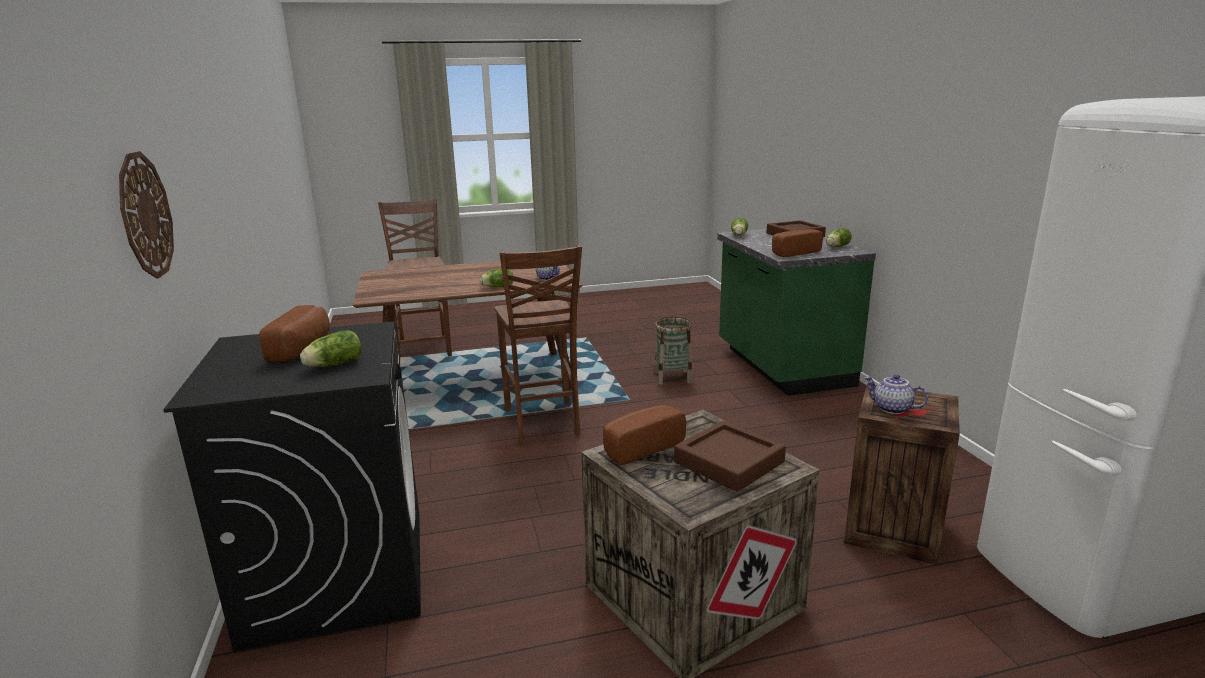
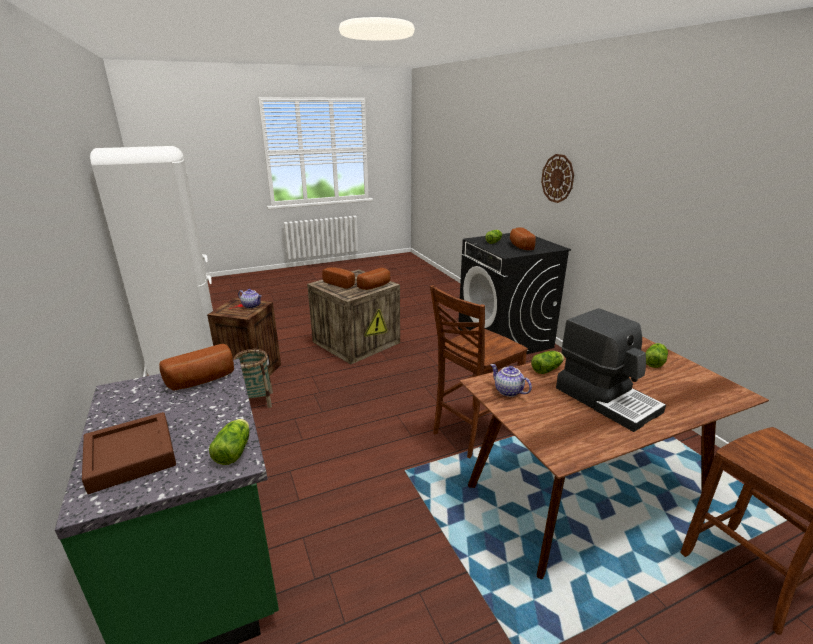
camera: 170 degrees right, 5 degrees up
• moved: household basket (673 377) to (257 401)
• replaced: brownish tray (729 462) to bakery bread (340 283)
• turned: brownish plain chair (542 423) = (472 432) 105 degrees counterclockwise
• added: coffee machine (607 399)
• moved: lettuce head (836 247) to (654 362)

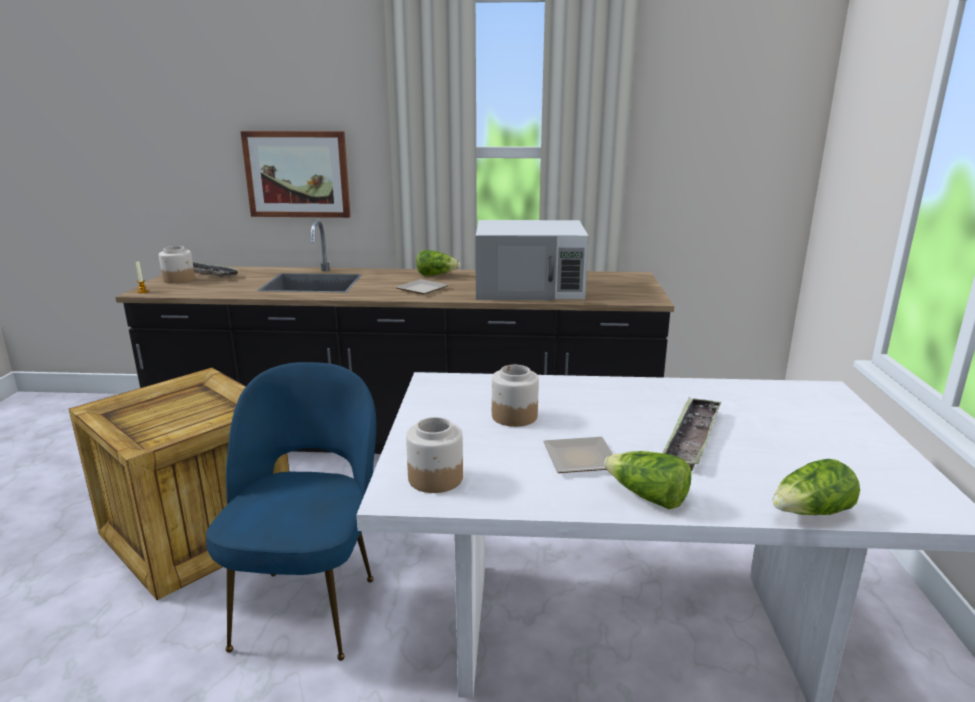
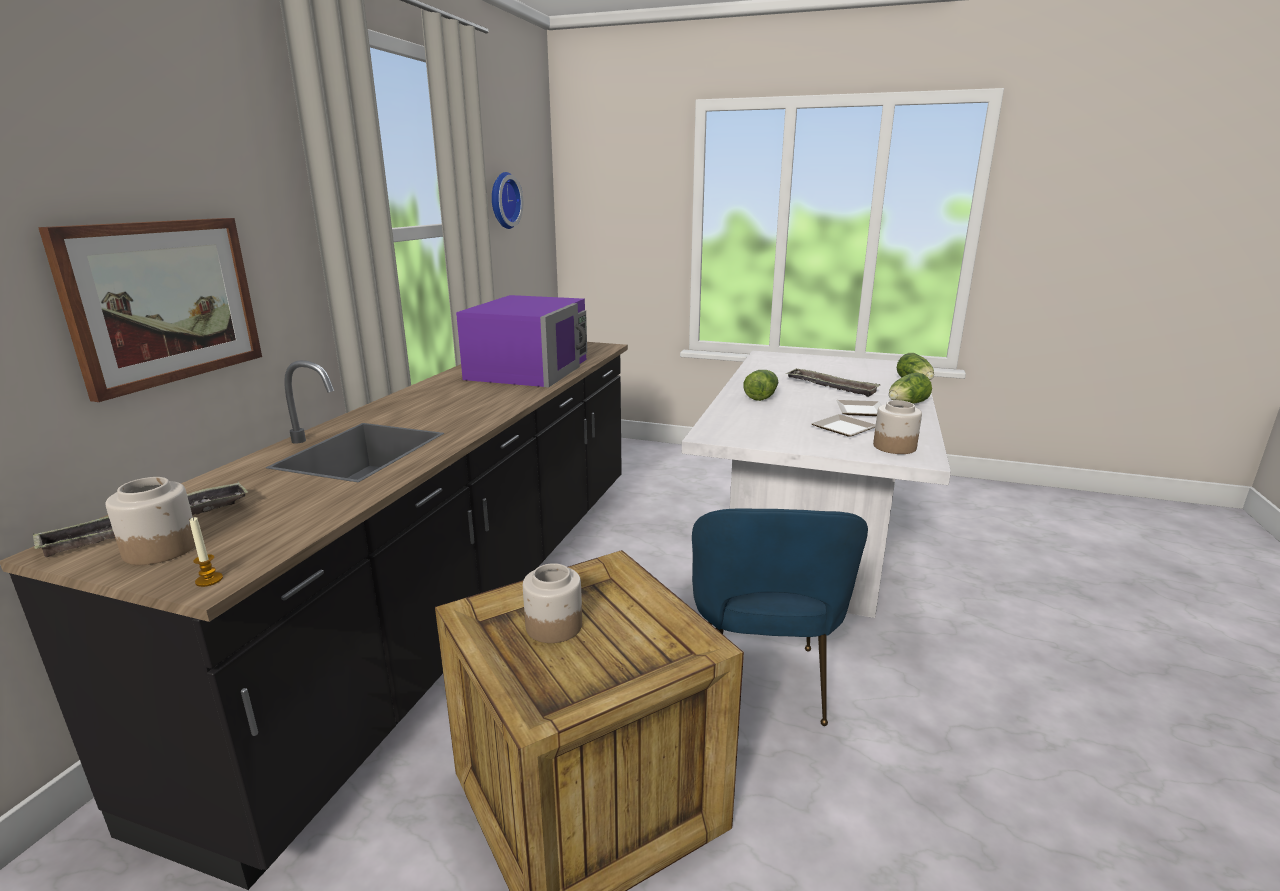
camera: 75 degrees left, 0 degrees up
• recoloured: white-coloured kitchen microwave (529 288) to purple-coloured kitchen microwave (529 369)
• added: wall clock (502 200)
• moved: preserve jar (514 416) to (553 626)
• turned: blue-coloured plain chair (310 604) = (760 691) 105 degrees counterclockwise
• moved: lettuce head (436 275) to (761 396)
• moved: plate (420 289) to (844 429)

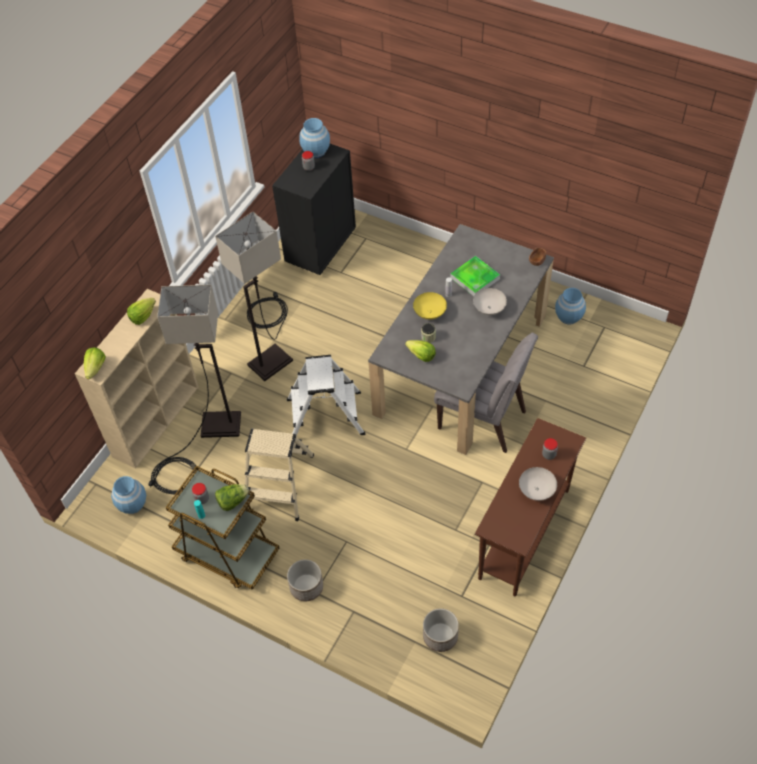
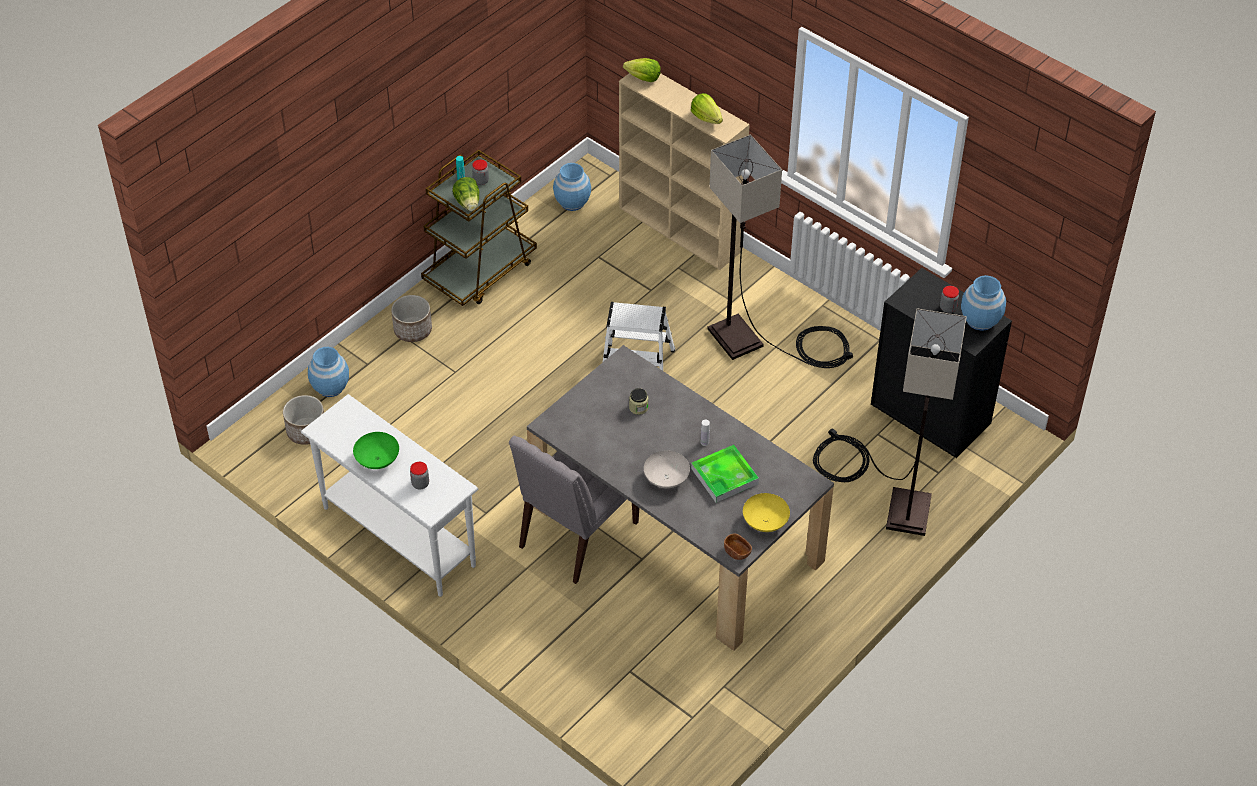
camera: 100 degrees right, 5 degrees down
• recoloured: brownish hall table (525 535) to white-coloured hall table (397 537)
• moved: blue-coloured flower vase (568 316) to (330 387)
• recoloured: white-coloured deep dish (536 490) to greenish deep dish (378 459)
• moved: yellow-coloured deep dish (429 312) to (766 522)
• moved: standard lamp (195 452) to (872 483)
• removed: sand-coloured step stool (279 483)
• removed: lettuce head (421 356)

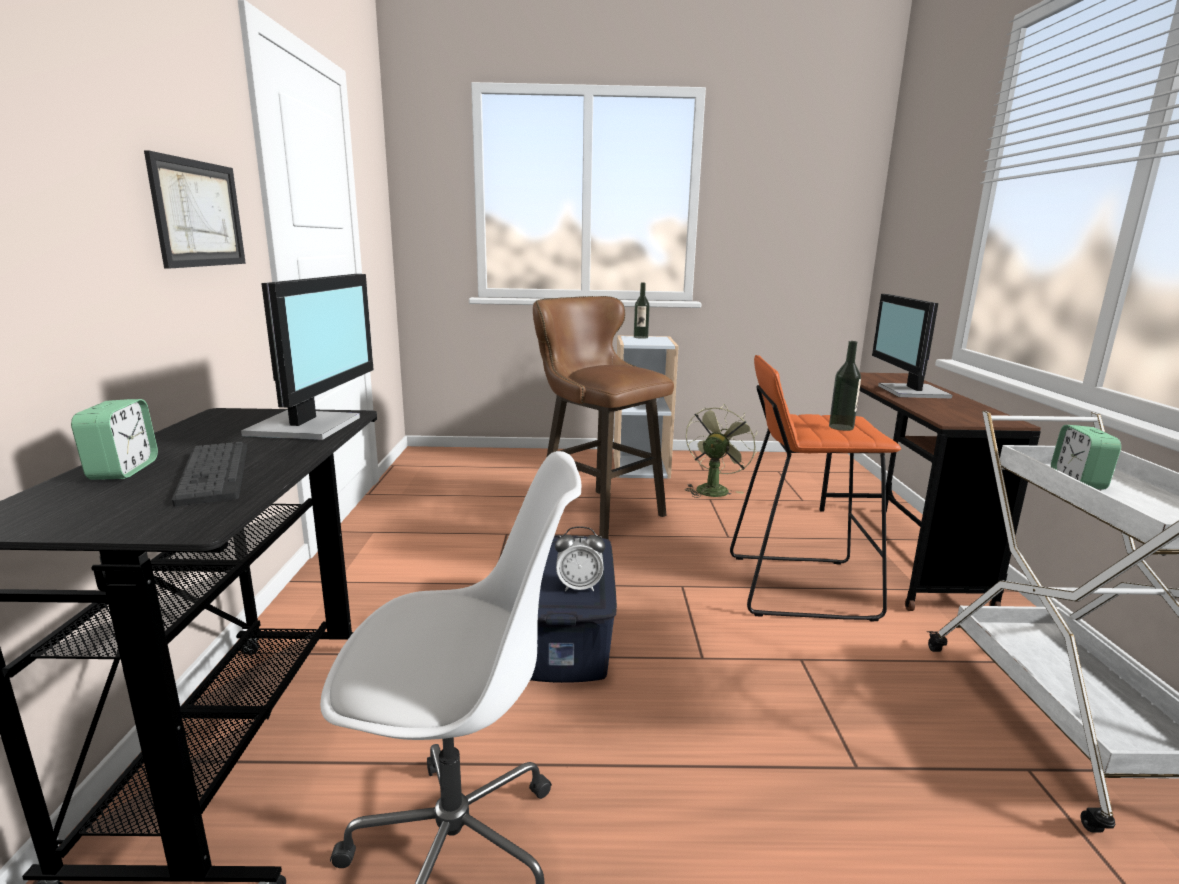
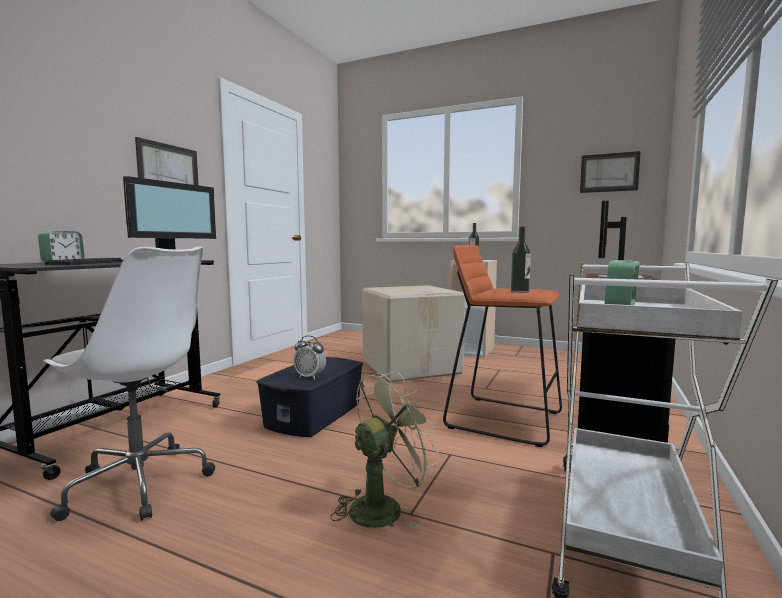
camera: 25 degrees right, 10 degrees down
• moved: greenish electric fan (713 489) to (384 506)
• replaced: brownish sitting stool (597 512) to cardboard box (411 367)
• added: wall picture (609 172)

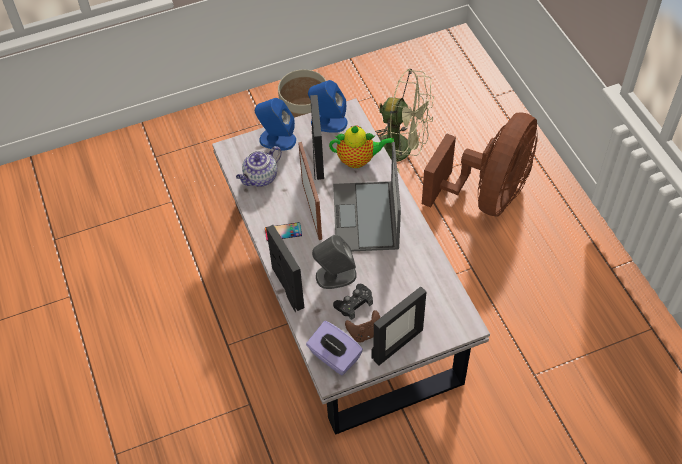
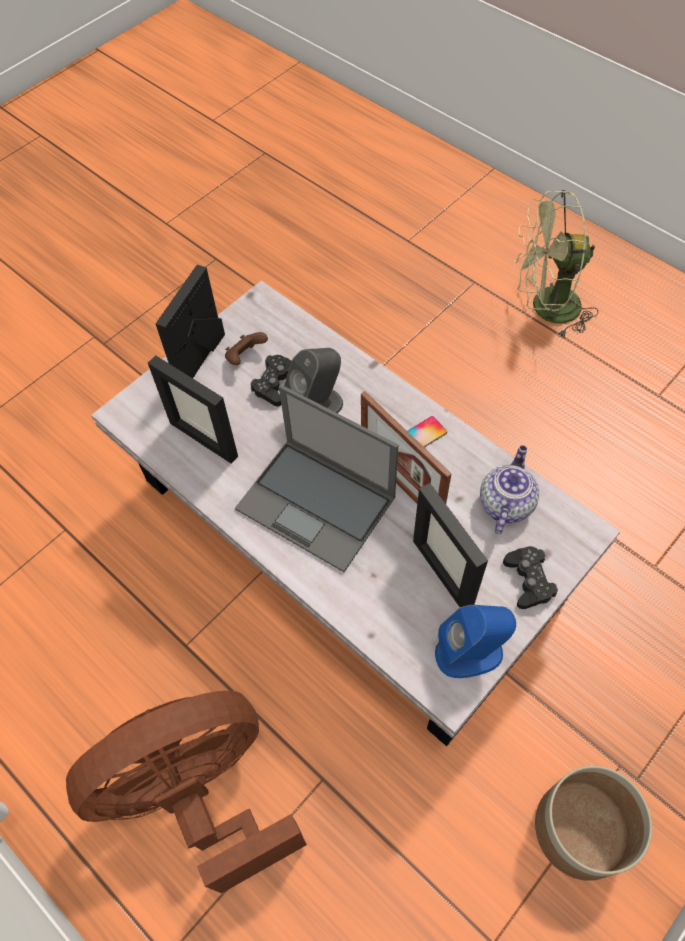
camera: 155 degrees right, 5 degrees up
• turned: brownish electric fan (487 195) = (200 793) 60 degrees clockwise
• moved: picture frame (286 288) to (205 438)
• turned: notebook computer (366 217) = (317 504) 150 degrees clockwise
• replaced: blue-coloured audio speaker (277 139) to black-coloured gamepad (528 580)
• moved: greenish electric fan (402 149) to (545 309)
• removed: purple-coloured tissue box (334 357)
• removed: pot for tea (358 160)

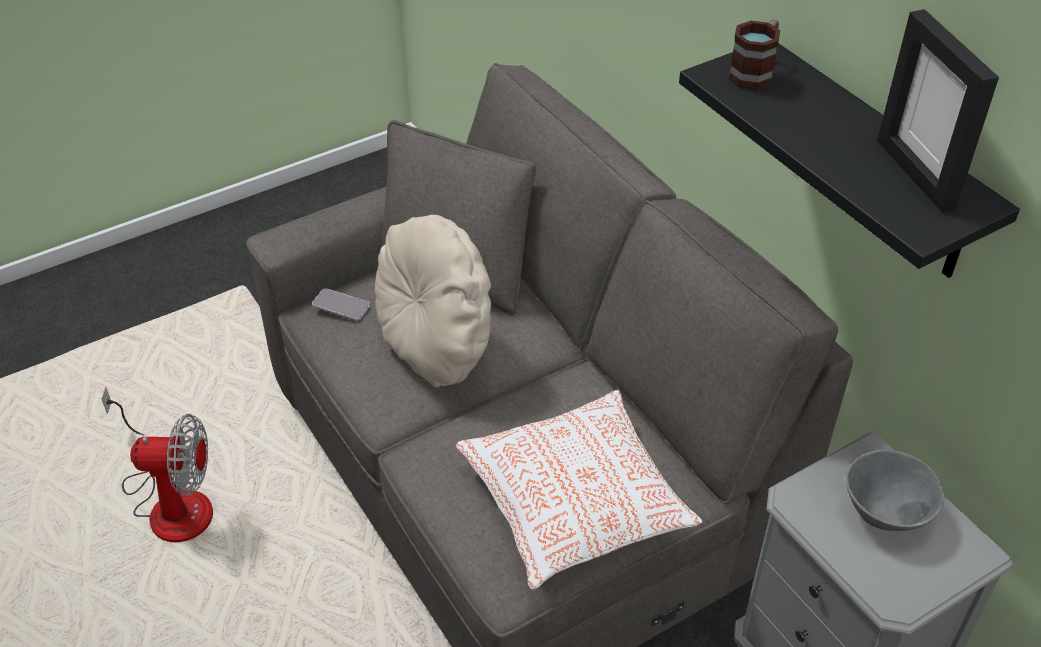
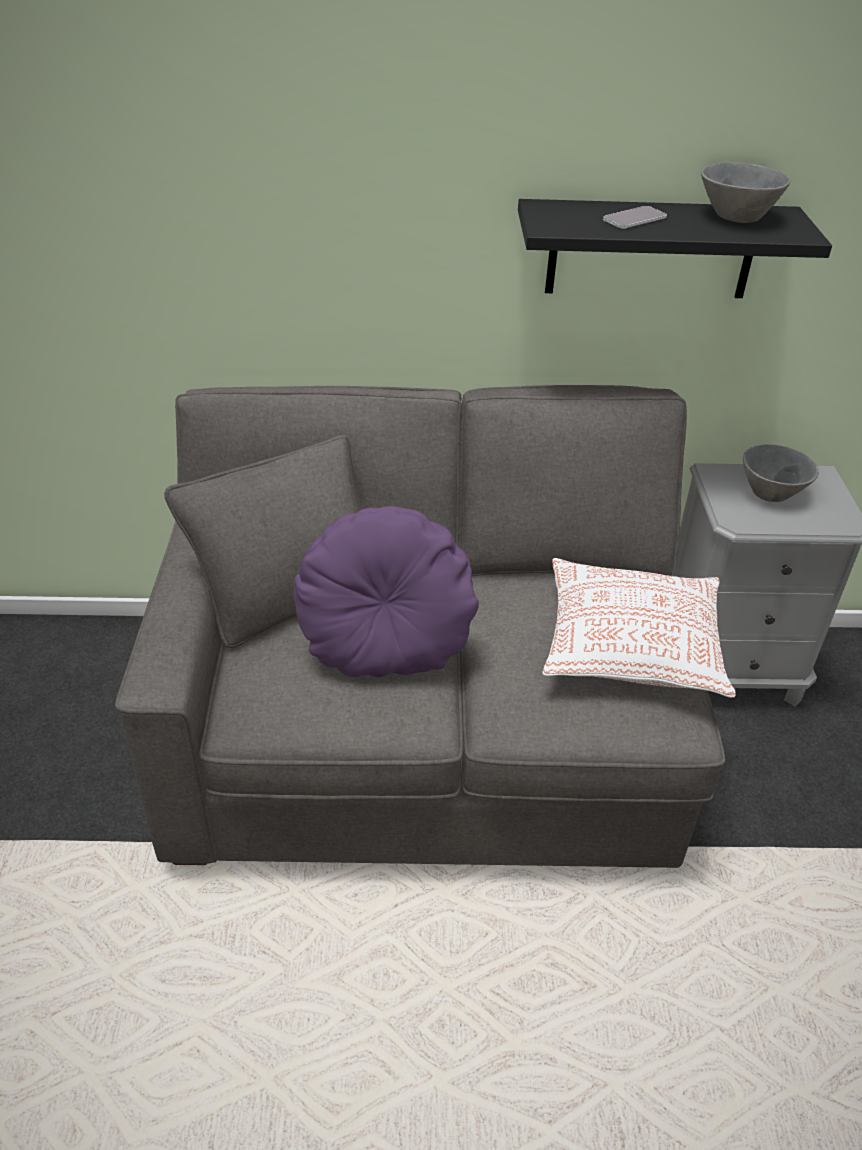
camera: 60 degrees left, 5 degrees down
• recoloured: sand-coloured cushion (435 351) to purple-coloured cushion (386 654)
• moved: handset (341 305) to (634 219)
• replaced: picture frame (917 173) to gray deep dish (738 215)
• removed: electric fan (171 502)
• removed: coffee mug (755 72)

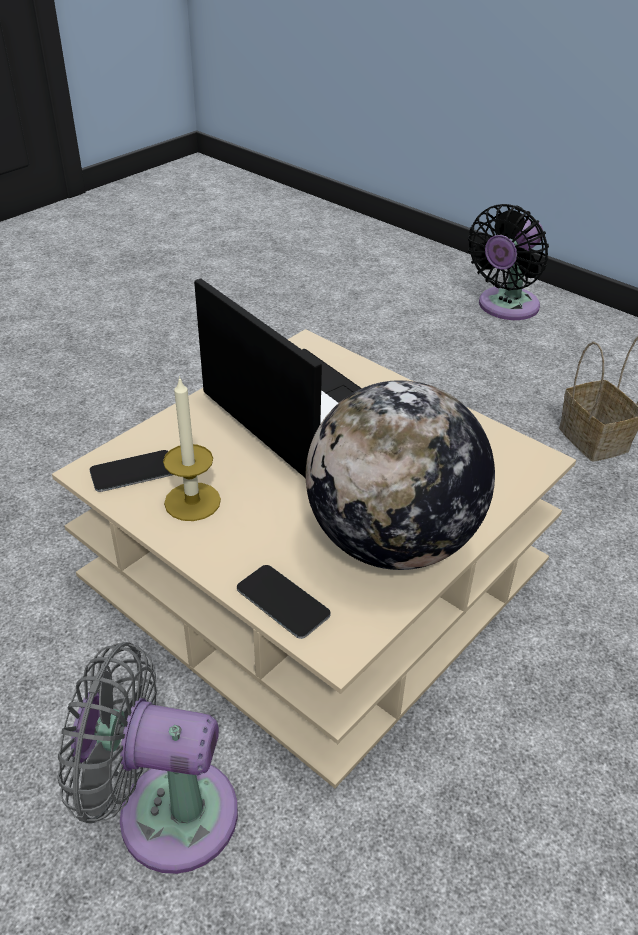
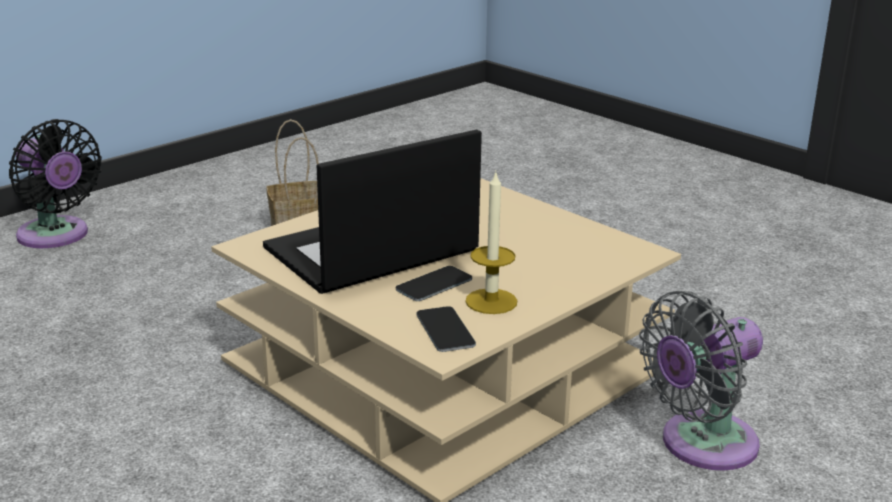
camera: 85 degrees left, 15 degrees down
• moved: handset (283 601) to (434 284)
• turned: gray electric fan (165 812) = (701 445) 45 degrees clockwise
• removed: globe (392 541)

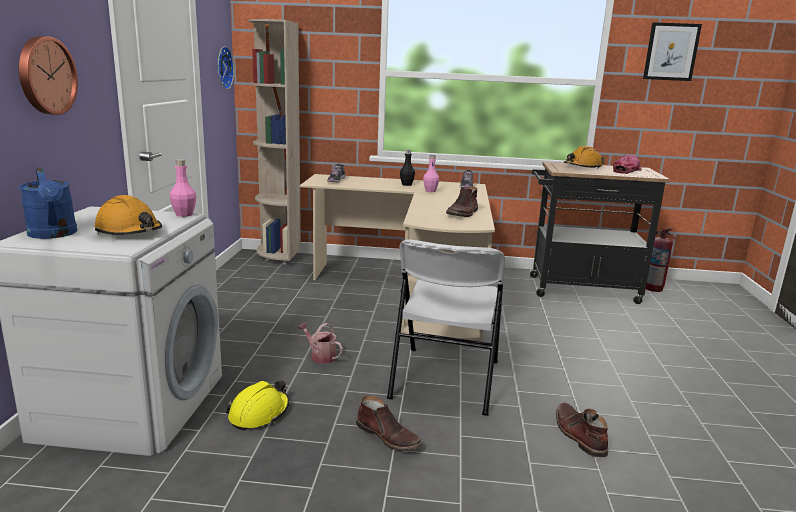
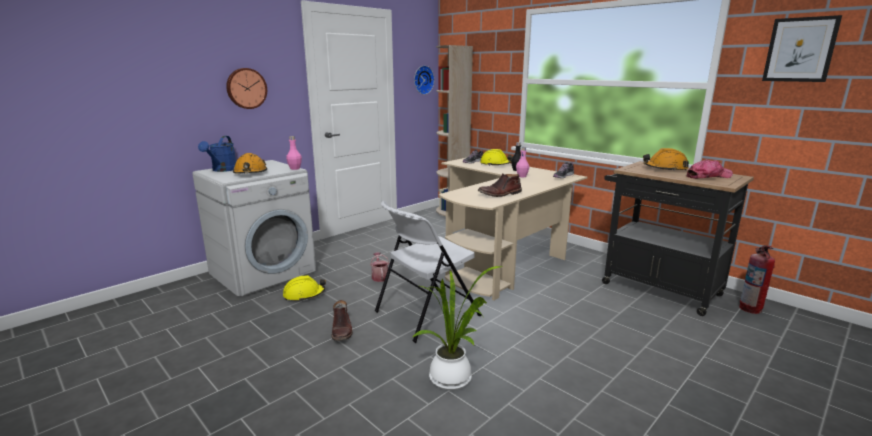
camera: 40 degrees right, 0 degrees up
• replaced: brownish tall boot (578 435) to plant in a pot (453 379)
• added: yellow-coloured hard hat (495 164)

